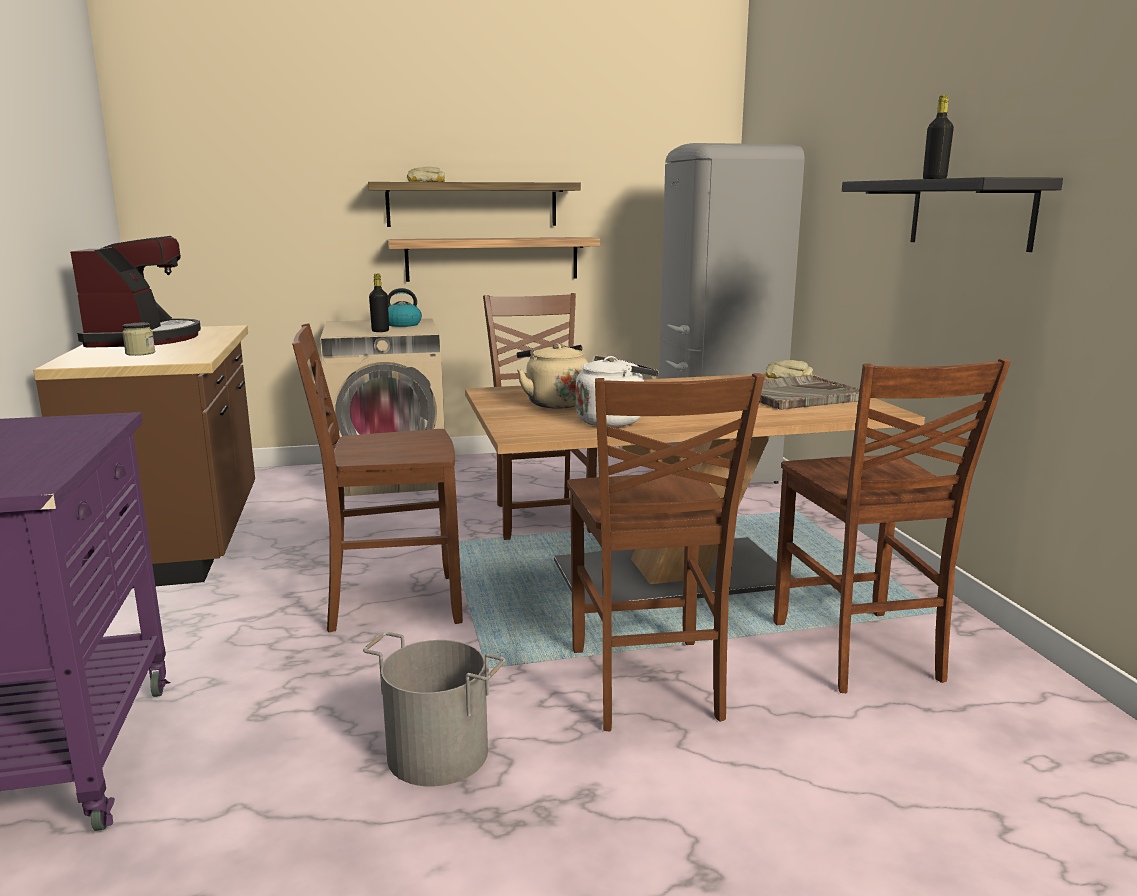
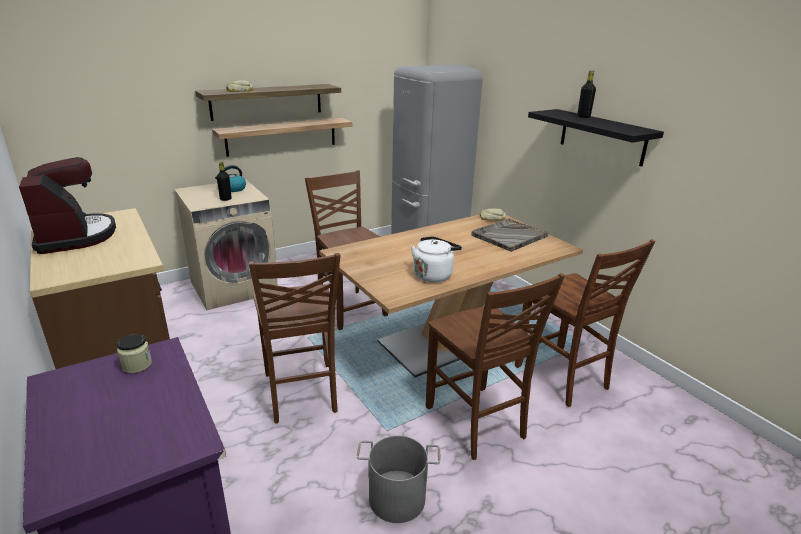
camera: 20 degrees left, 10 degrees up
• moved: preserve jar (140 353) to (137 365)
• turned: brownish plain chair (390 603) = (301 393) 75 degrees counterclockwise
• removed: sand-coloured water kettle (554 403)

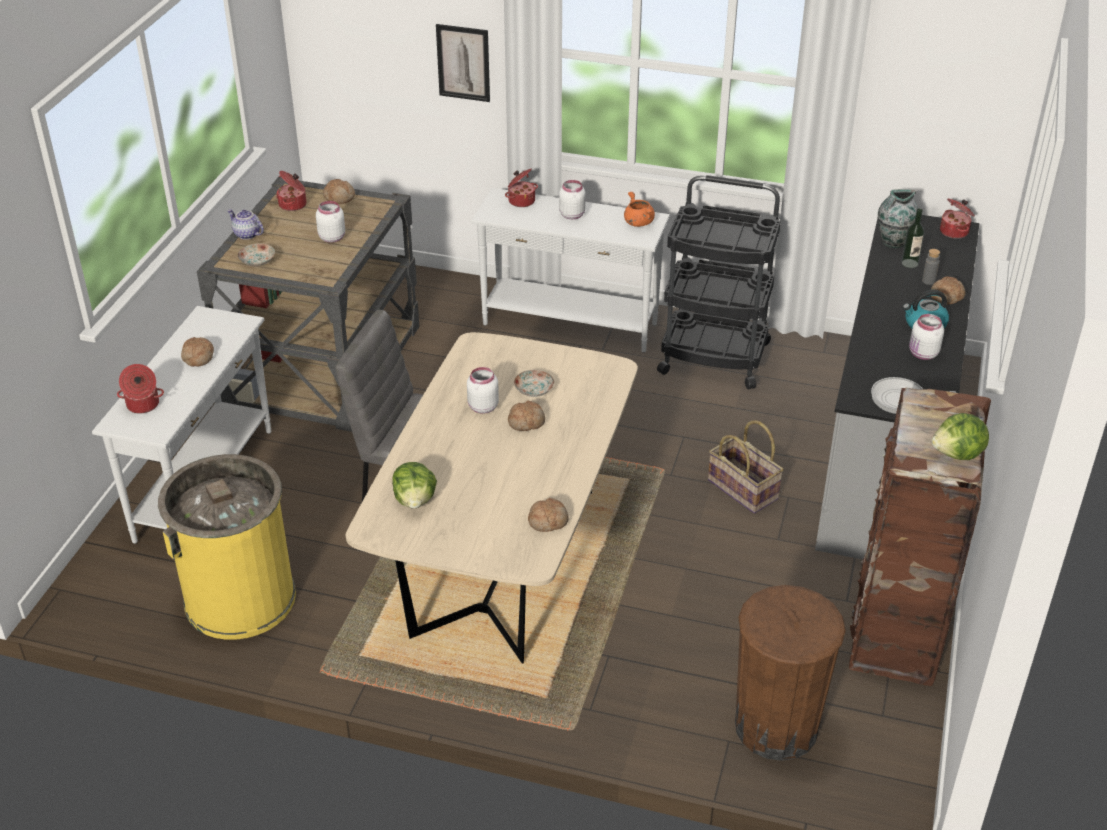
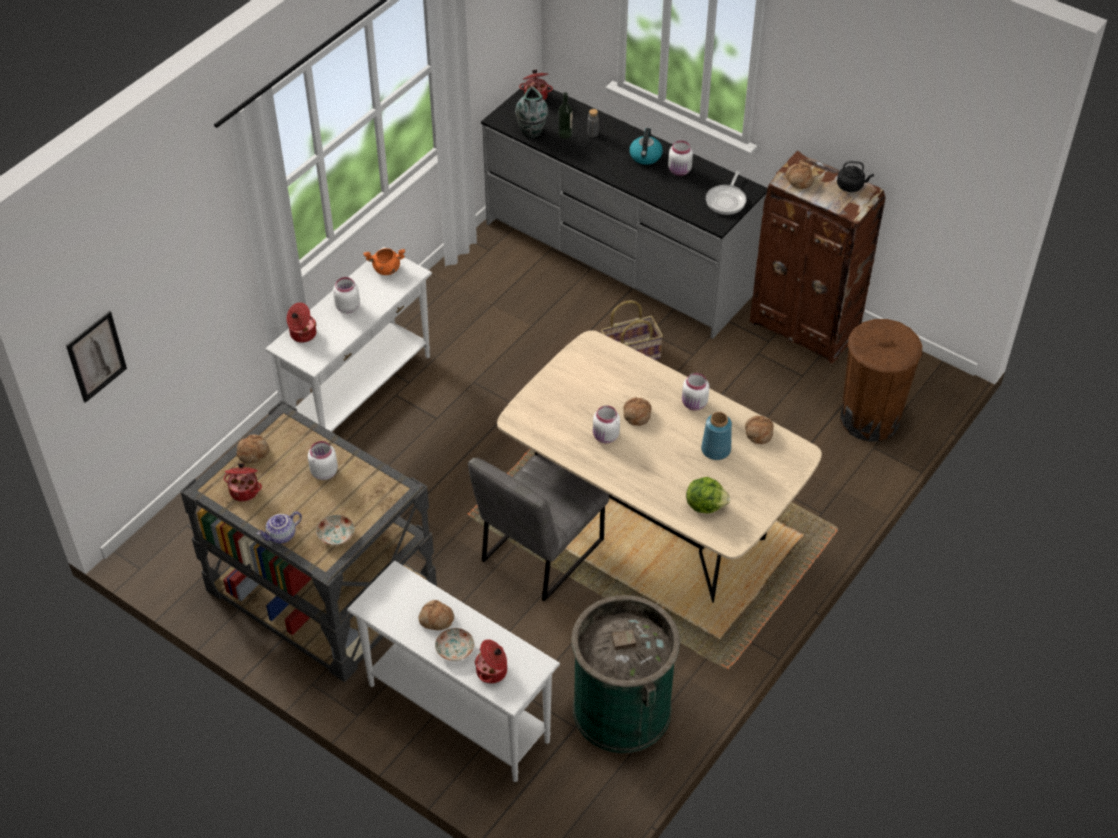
camera: 70 degrees left, 10 degrees up
• moved: wall picture (463 62) to (96 356)
• moved: plate (534 390) to (455 649)
• recoloured: yellow-coloured trash can (240 598) to greenish trash can (621 710)
• added: white-coloured preserve jar (694 404)
• added: blue-coloured flower vase (715 450)
• moved: bakery bread (946 296) to (798 180)
• replaced: lettuce head (958 454) to black-coloured water kettle (851 186)
• removed: black-coloured cart (713 358)

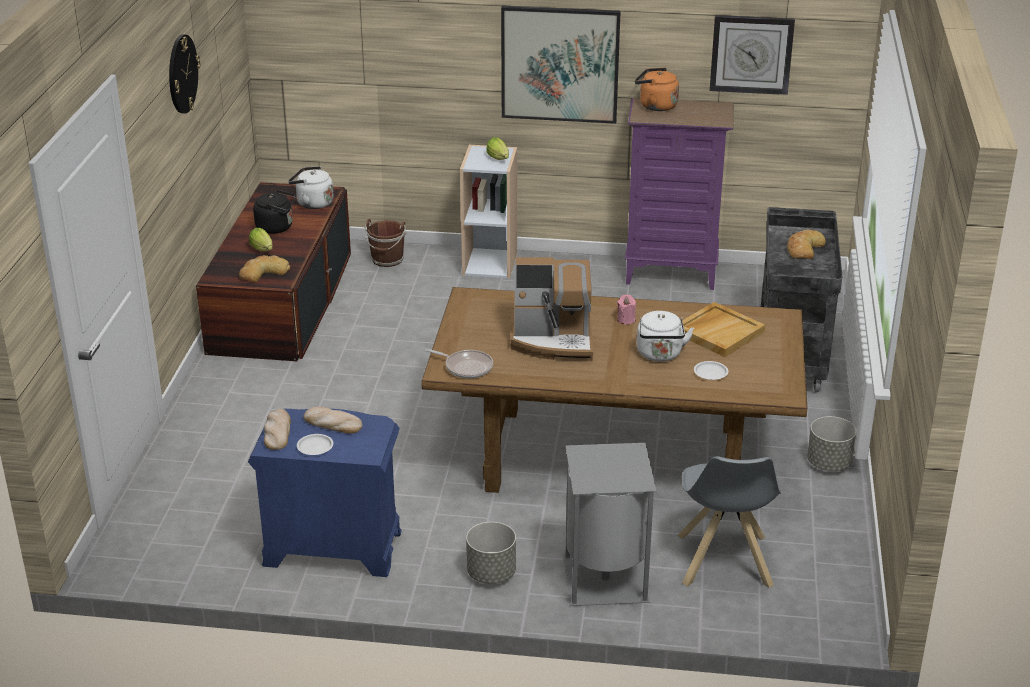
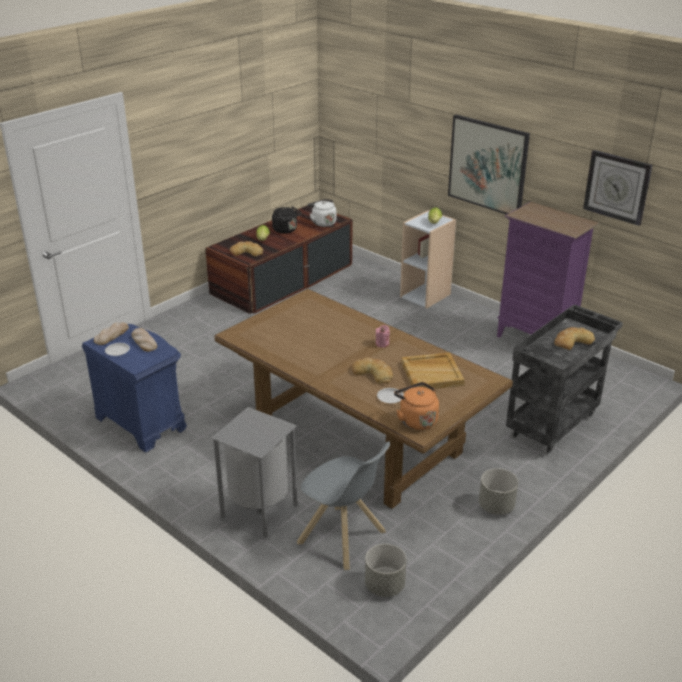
camera: 35 degrees right, 0 degrees up
• turned: gray plain chair (724 562) = (343 538) 90 degrees counterclockwise
• replaced: white-coloured water kettle (660 355) to bakery bread (373 373)
• moved: gray flower pot (491 573) to (384 585)
• moved: orangey water kettle (655 106) to (416 420)
• removed: wall clock (182 74)
• removed: brownish pail (387 260)
• removed: skillet (466 367)
• removed: coffee machine (553 340)

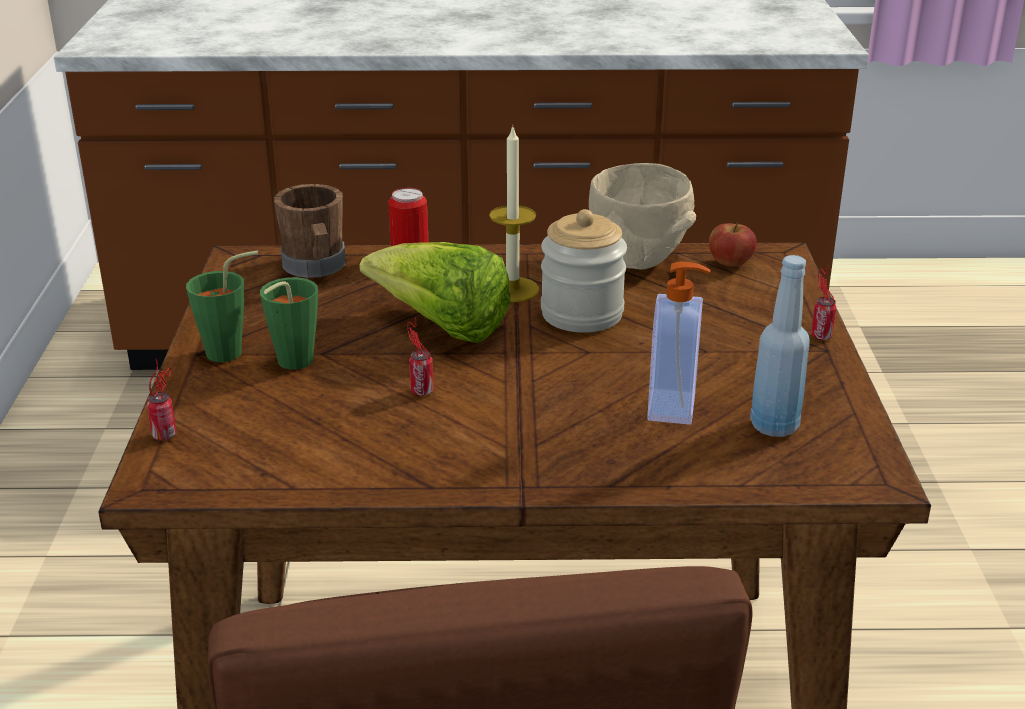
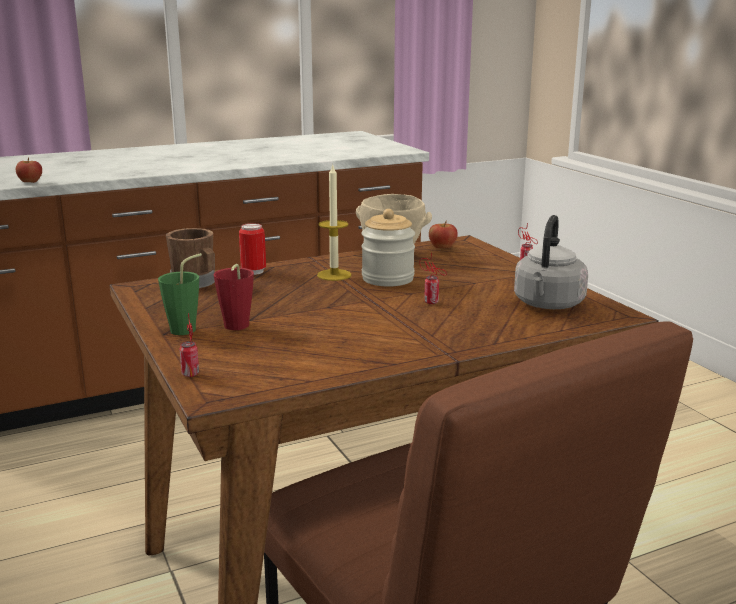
camera: 25 degrees left, 10 degrees down
• added: apple fruit (30 182)
• recoloured: greenish small cup (290 364) to reddish small cup (235 327)
• moved: can (423 393) to (433 303)
• replaced: blue-coloured beverage bottle (774 426) to gray water kettle (547 305)
• removed: lettuce head (442 327)
• removed: soap dispenser (674 407)

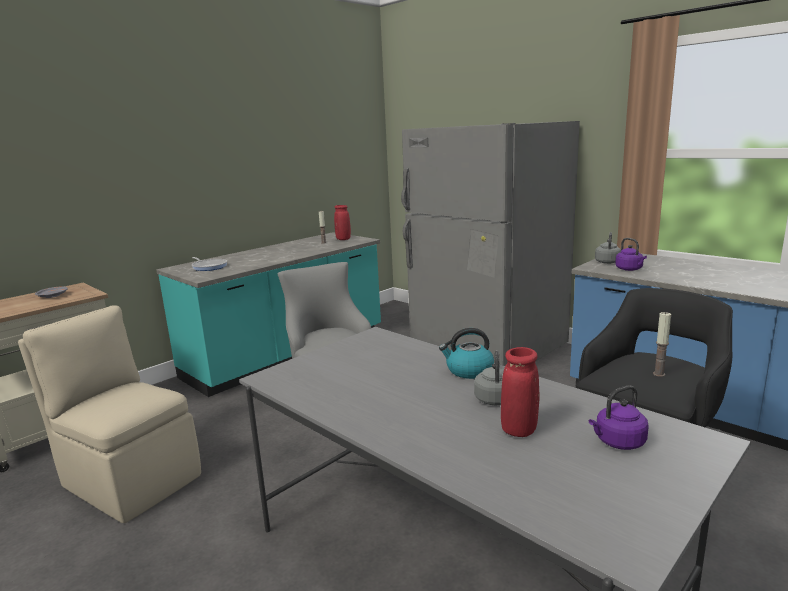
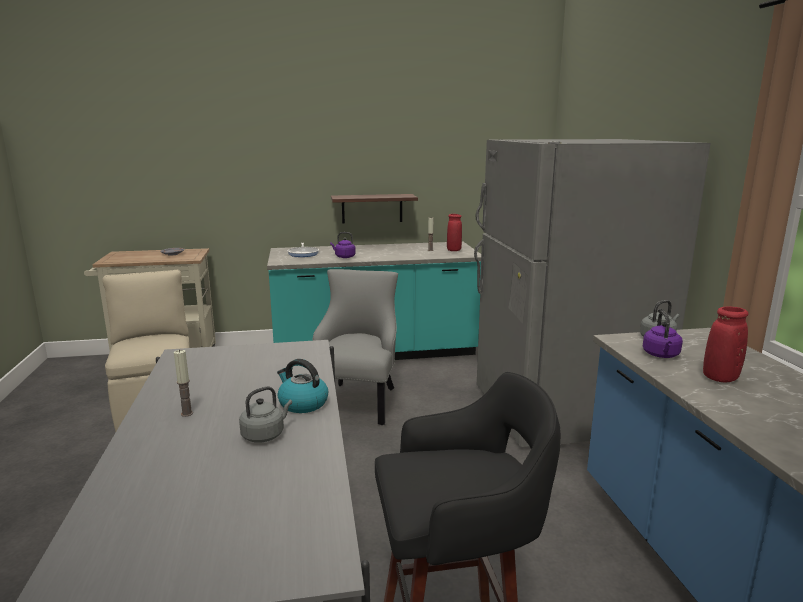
camera: 35 degrees right, 0 degrees up
• moved: wax candle (659 374) to (187 413)
• moved: purple-coloured water kettle (617 442) to (344 257)
• added: shelf (372 208)
• moved: reddish flower vase (519 430) to (720 378)

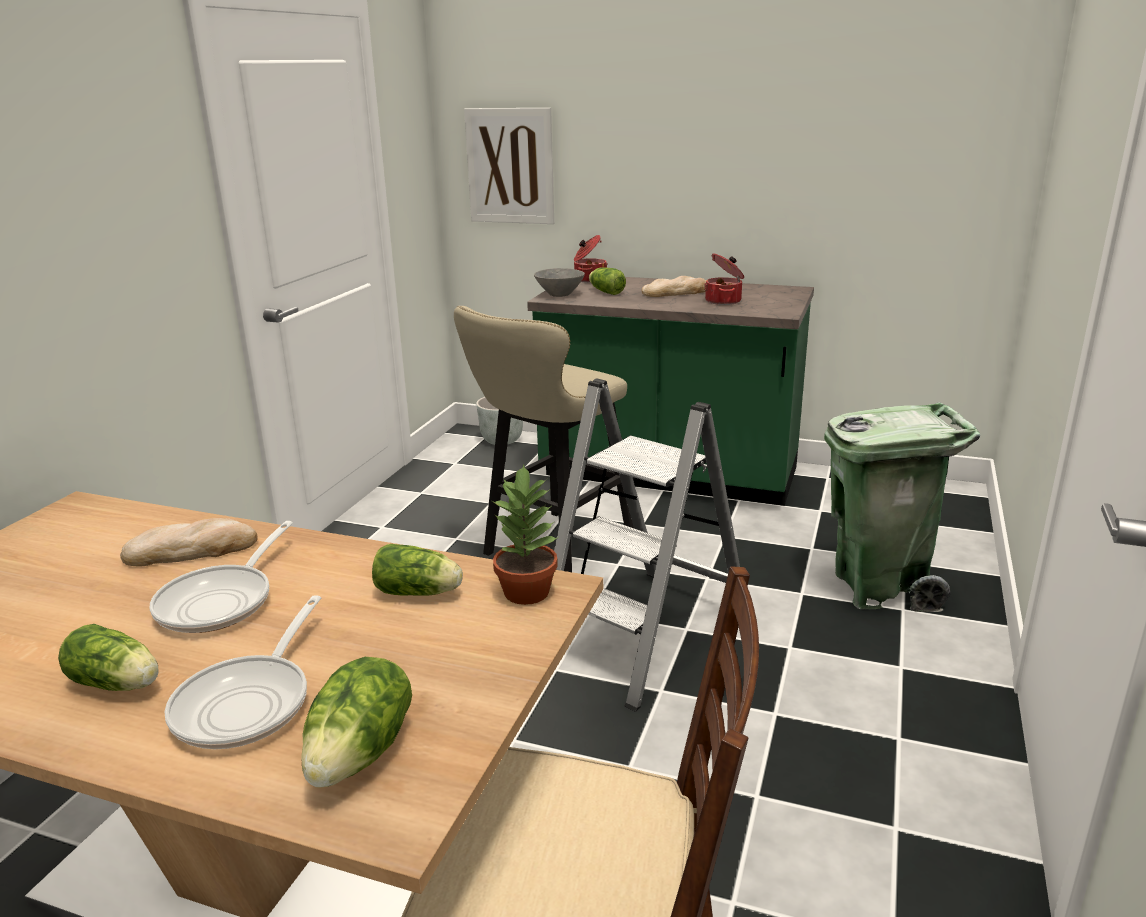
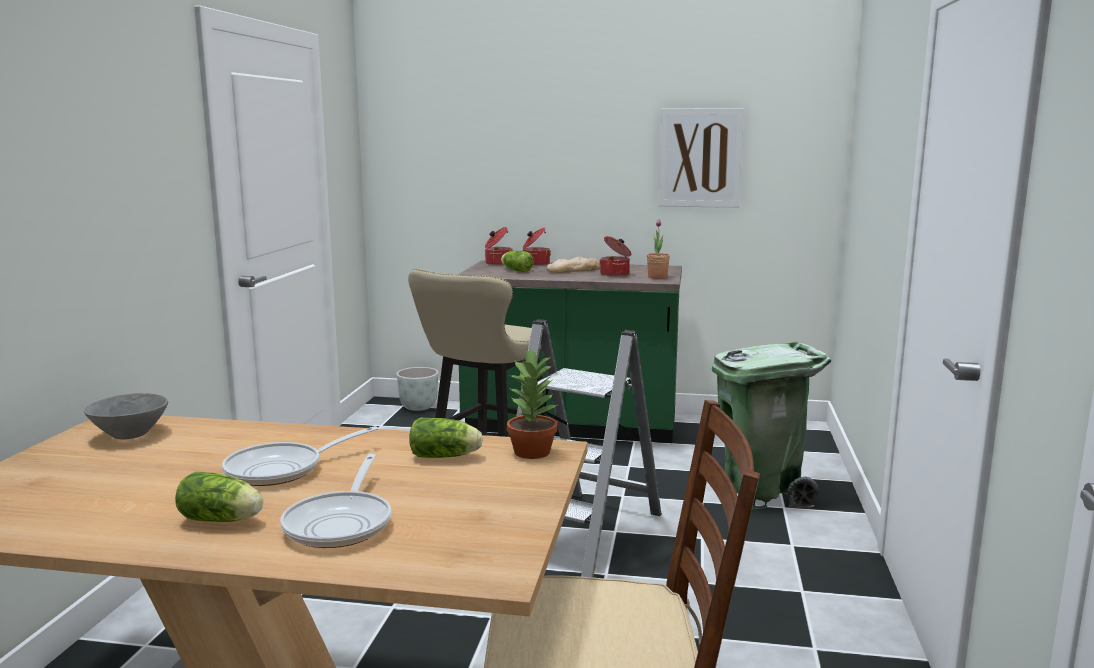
camera: 10 degrees left, 10 degrees down
• moved: gray deep dish (560 294) to (131 434)
• turned: skillet (221 601) = (282 469) 45 degrees clockwise
• added: stockpot (535 264)
• added: plant in a pot (657 277)
• moved: wall picture (510 166) to (700 158)
• removed: bakery bread (191 550)
• removed: lettuce head (362 753)

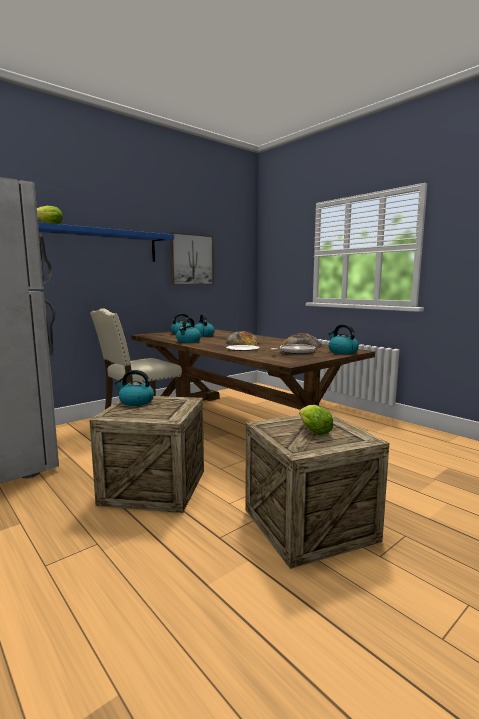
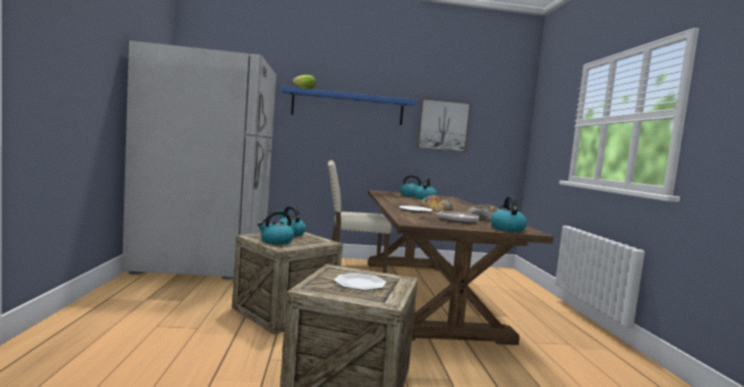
camera: 35 degrees right, 5 degrees down
• moved: water kettle (188 341) to (276 241)
• replaced: lettuce head (313 431) to plate (359 283)

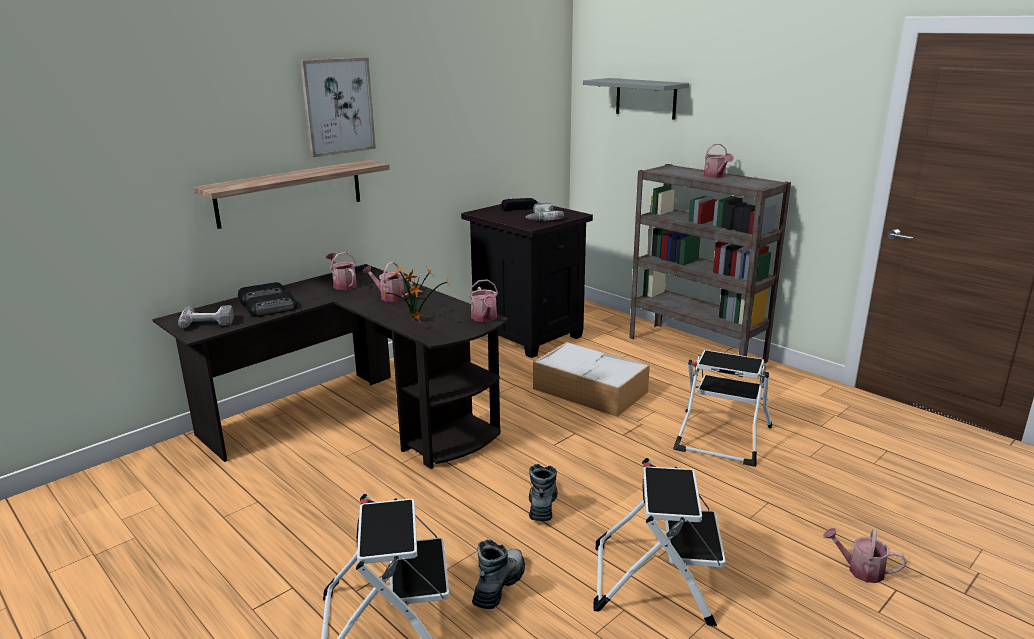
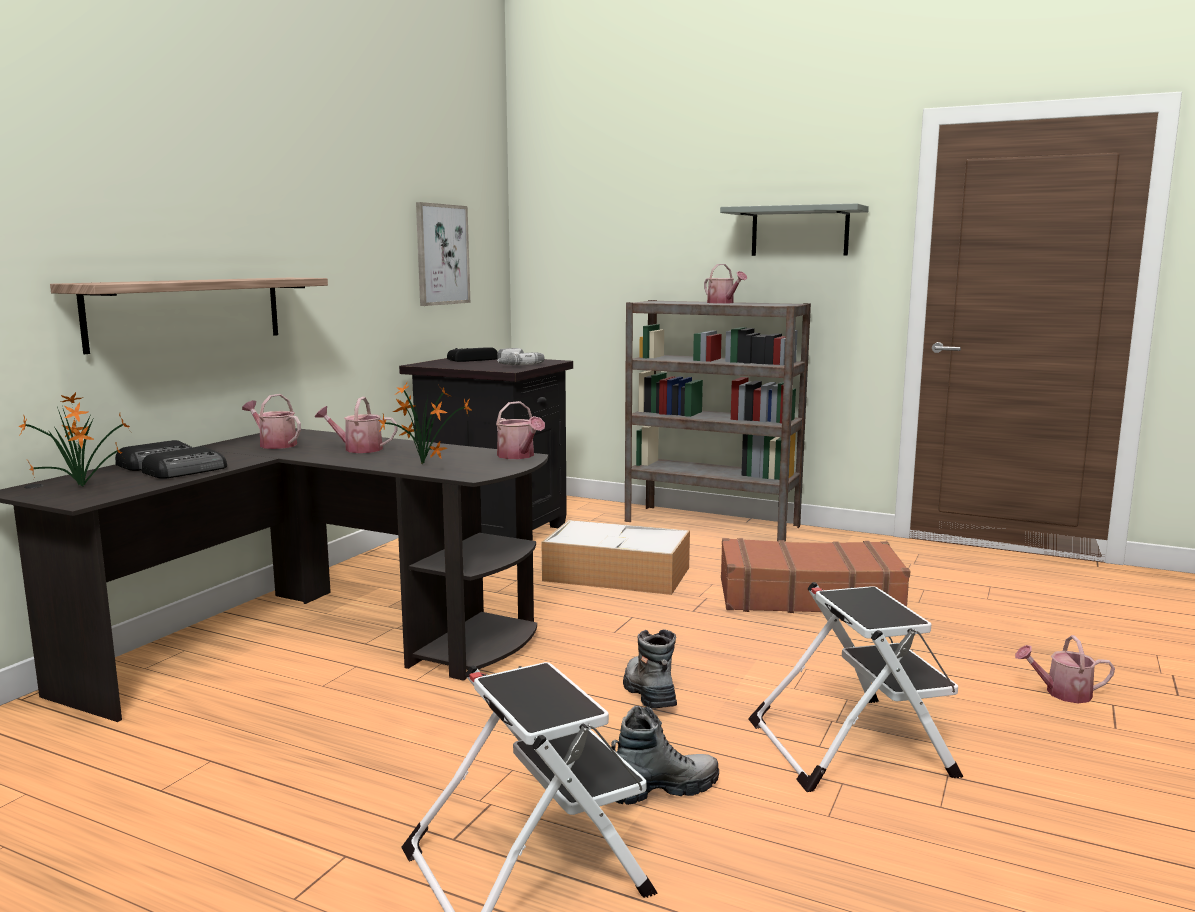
camera: 20 degrees left, 10 degrees down
• replaced: electric drill (208 320) to plant in a pot (85 487)
• moved: wall picture (338 106) to (442 254)
• turned: tall boot (499 585) = (660 790) 60 degrees clockwise
• moved: gray shelf (646 98) to (799 231)
• replaced: step stool (721 435) to brownish travel case (808 596)

